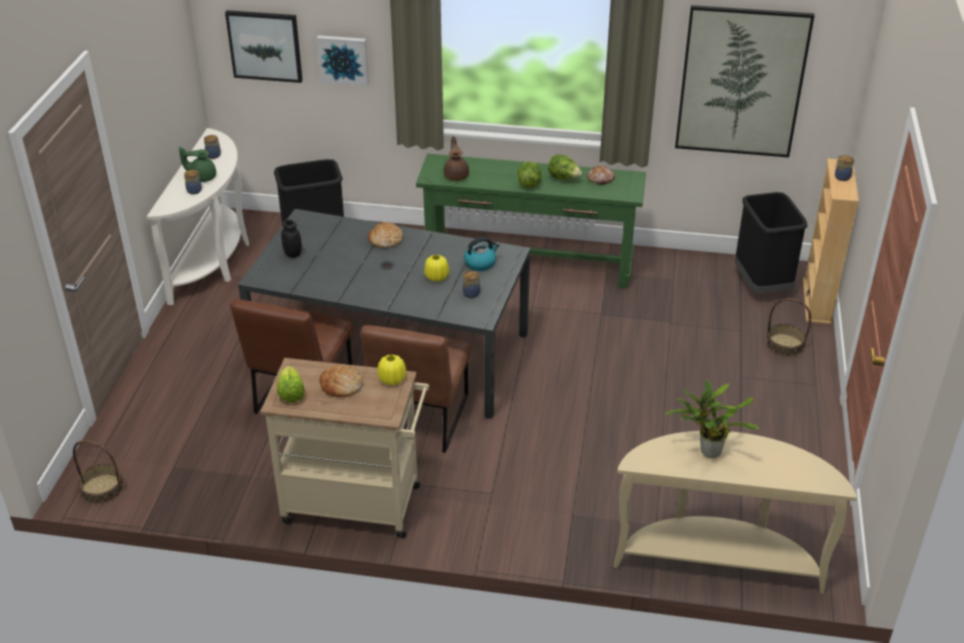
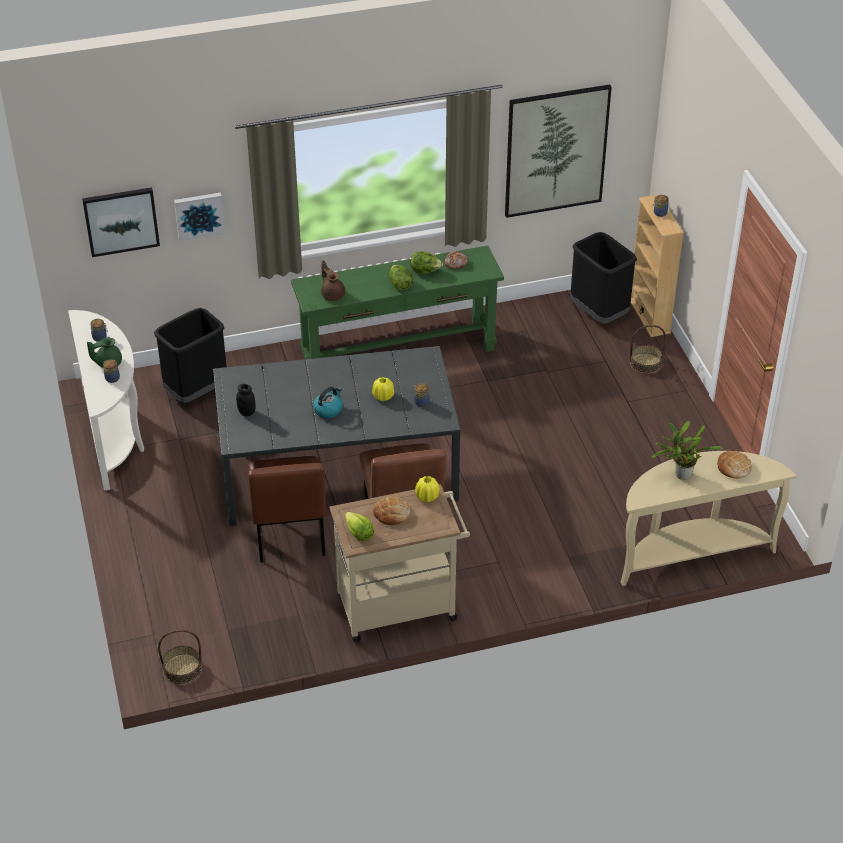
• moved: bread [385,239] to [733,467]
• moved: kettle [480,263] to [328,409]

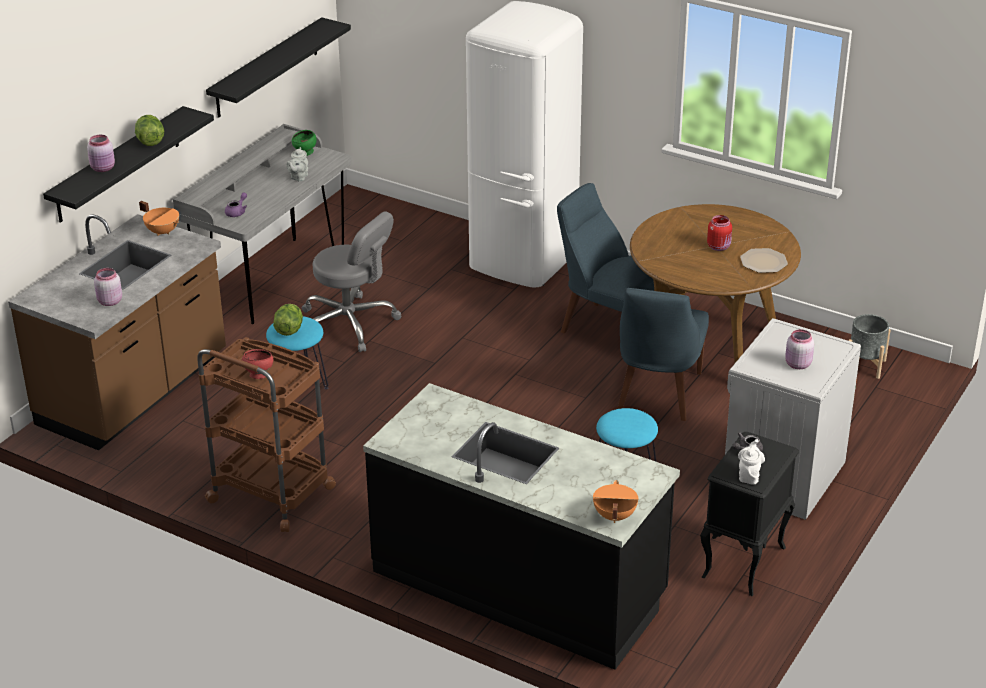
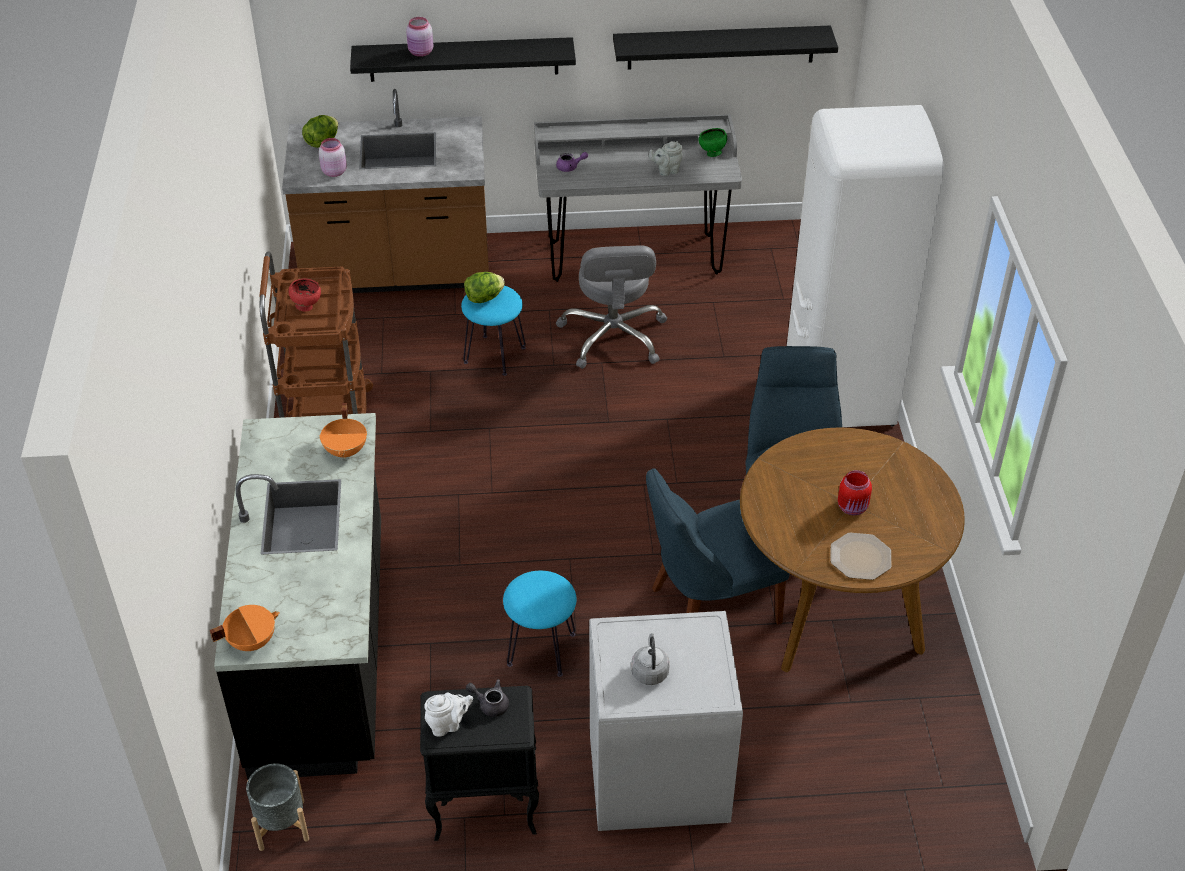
• moved: lettuce [150,142] to [322,142]
• moved: orange cooking pot [163,231] to [346,450]
• moved: grey planter [865,365] to [282,824]
• replaced: pink jar [797,364] to grey kettle [650,671]

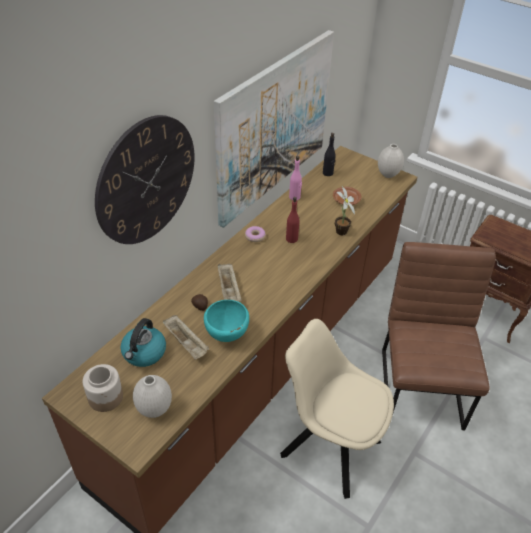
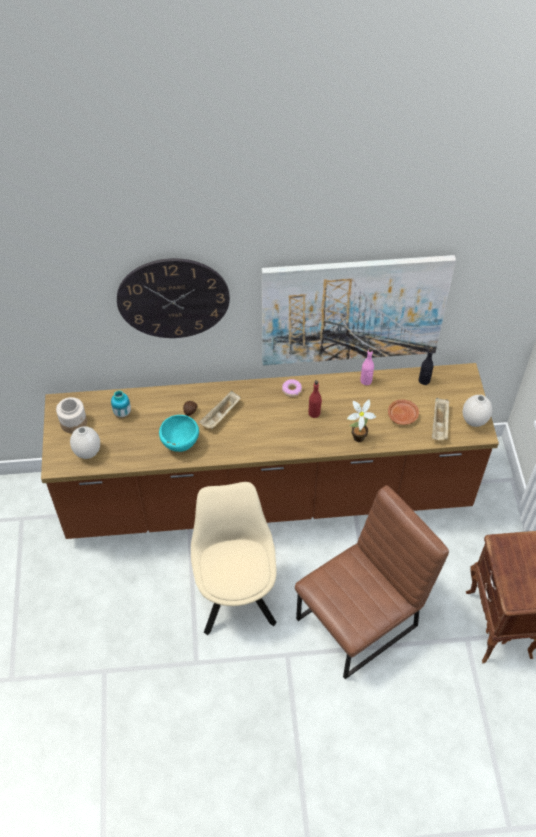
• moved: beige tray [186,343] to [439,425]
• replaced: kettle [144,353] to vase [122,414]

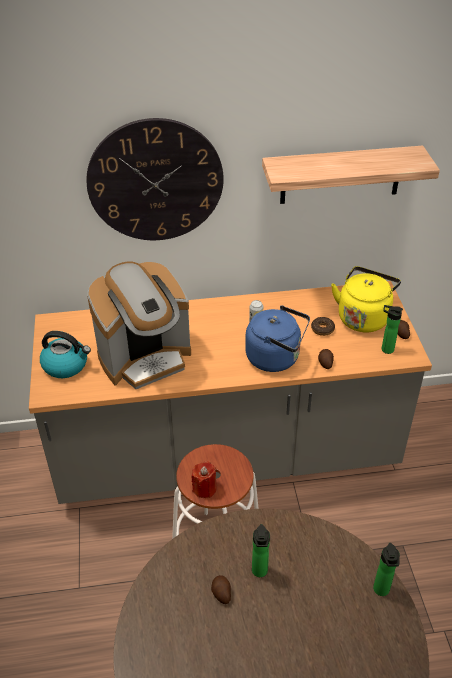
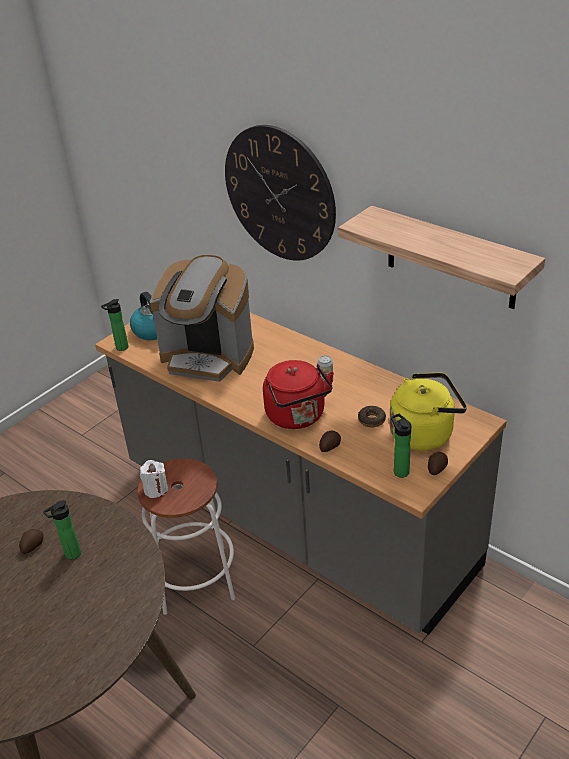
• recoloured: blue kettle [276,358] to red kettle [298,417]
• recoloured: red candle [204,488] to white candle [156,489]
• moved: bottle [381,591] to [120,348]

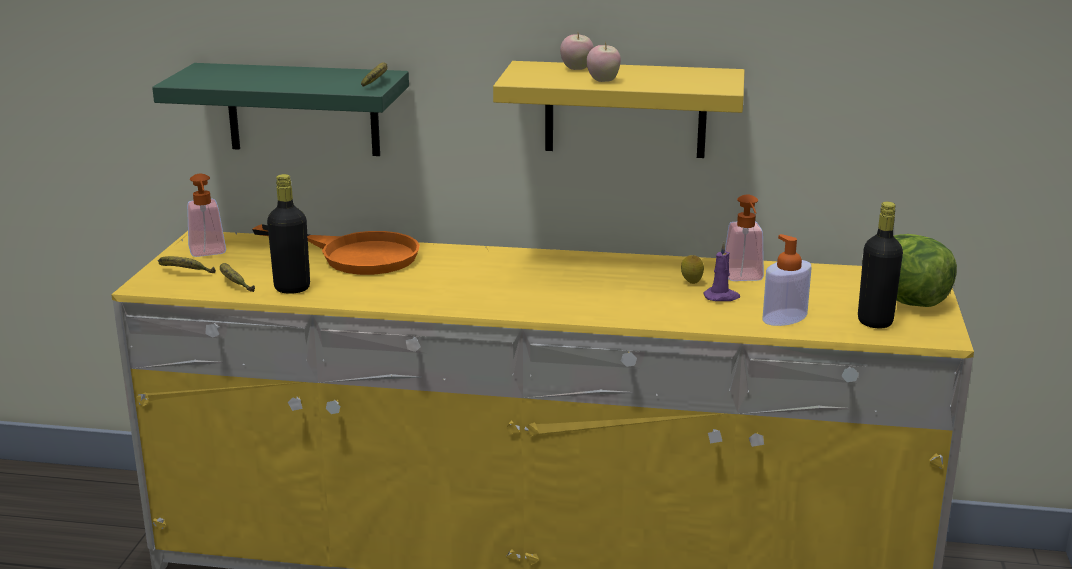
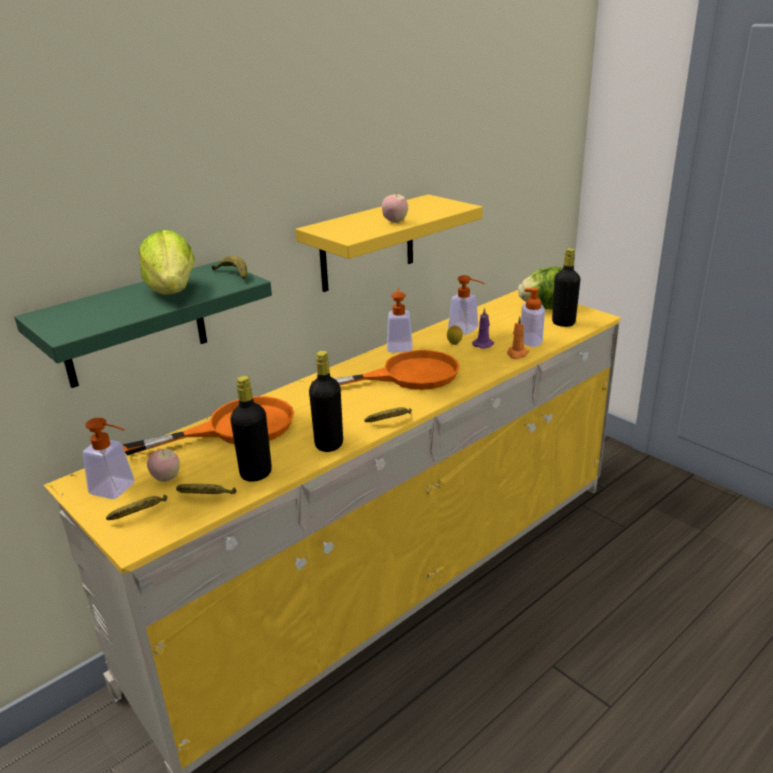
• moved: apple [576,69] to [166,478]
• added: lettuce [172,291]
• added: soap dispenser [399,345]
• added: orange candle [517,354]
• added: orange frying pan [406,375]
• added: black bottle [329,444]
• added: banana [390,421]

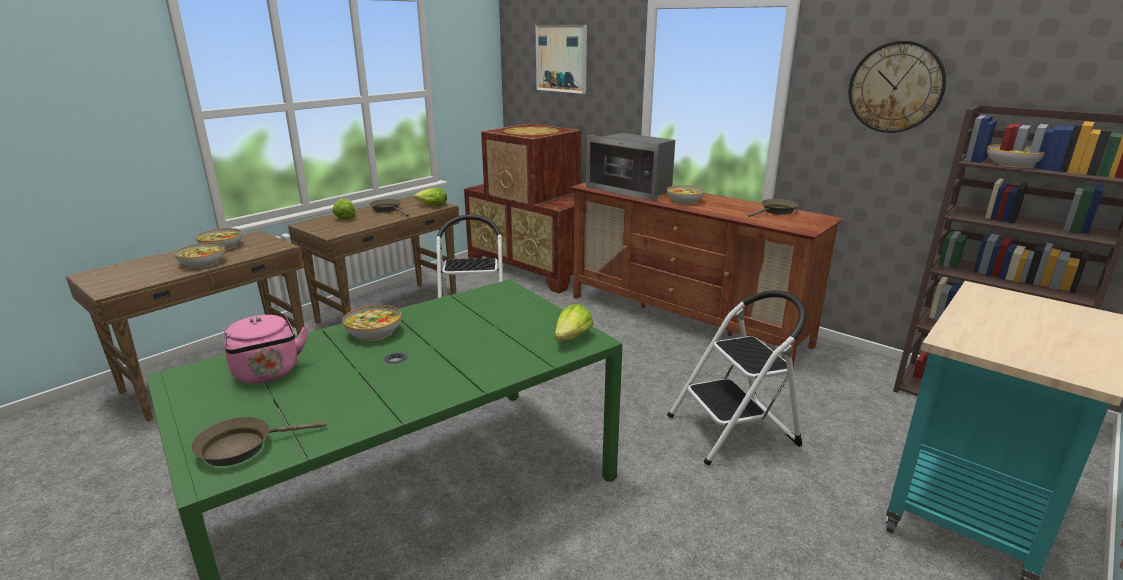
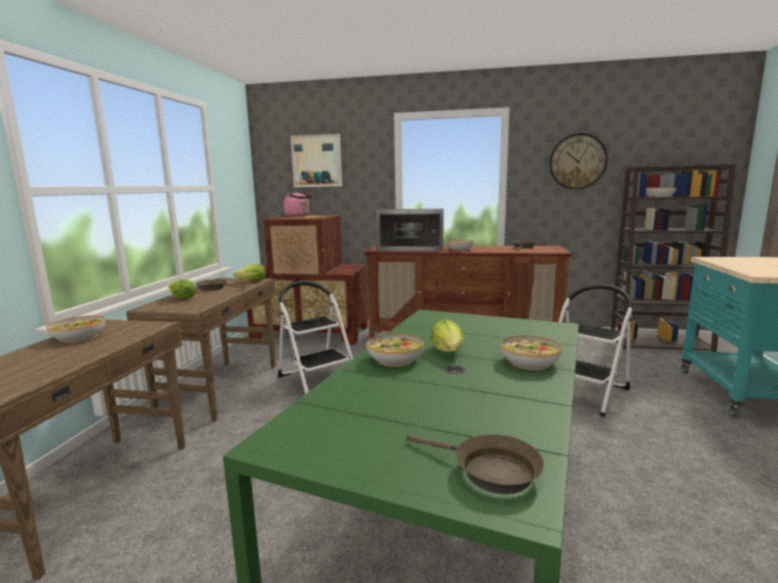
• moved: bowl [202,263] to [530,362]
• moved: lettuce [572,338] to [448,351]
• moved: pink kettle [268,374] to [299,216]
• turned: brown frying pan [242,447] = [489,471] 90 degrees counterclockwise

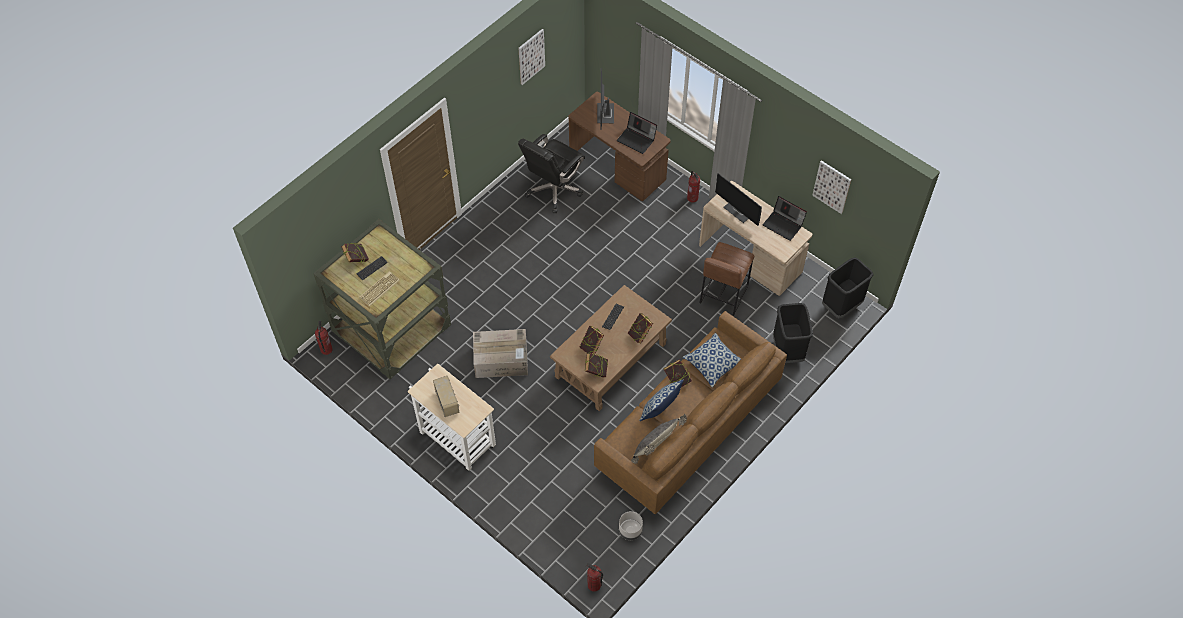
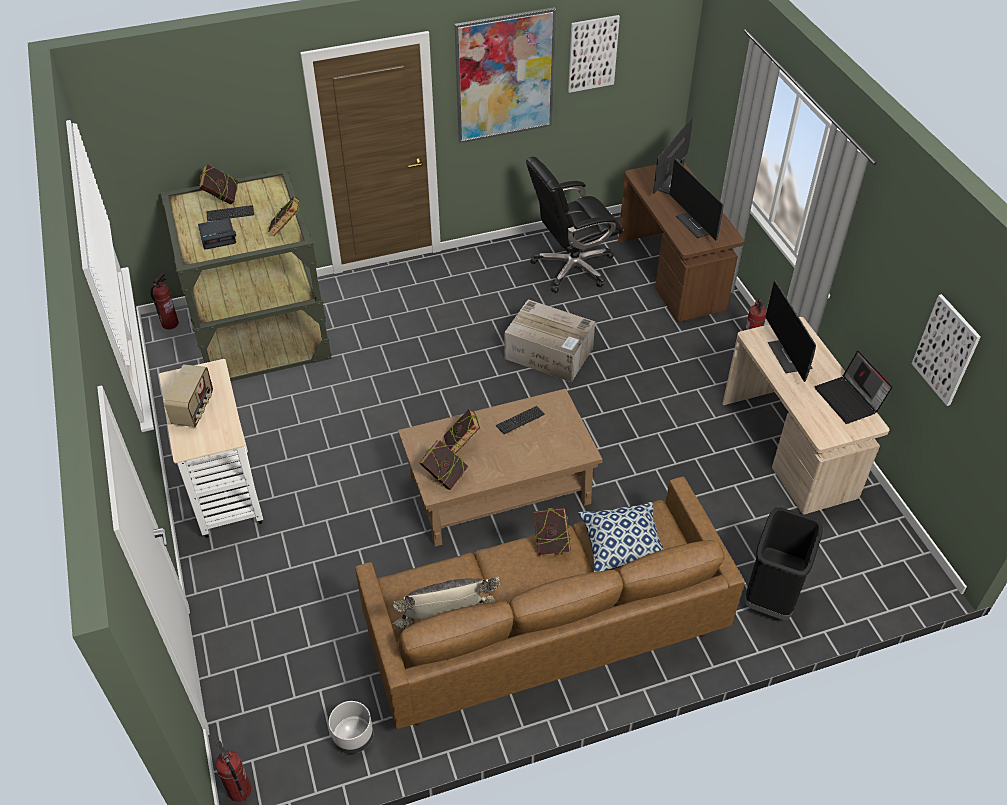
• replaced: laptop [637,139] to monitor [697,225]
• removed: brown chair [723,294]
• removed: black trash can [841,305]
• replaced: keyboard [379,288] to alarm clock [218,237]
• moved: book [639,334] to [286,230]
• moved: cardboard box [502,360] to [550,353]
• removed: pillow [660,410]
• added: picture [505,76]

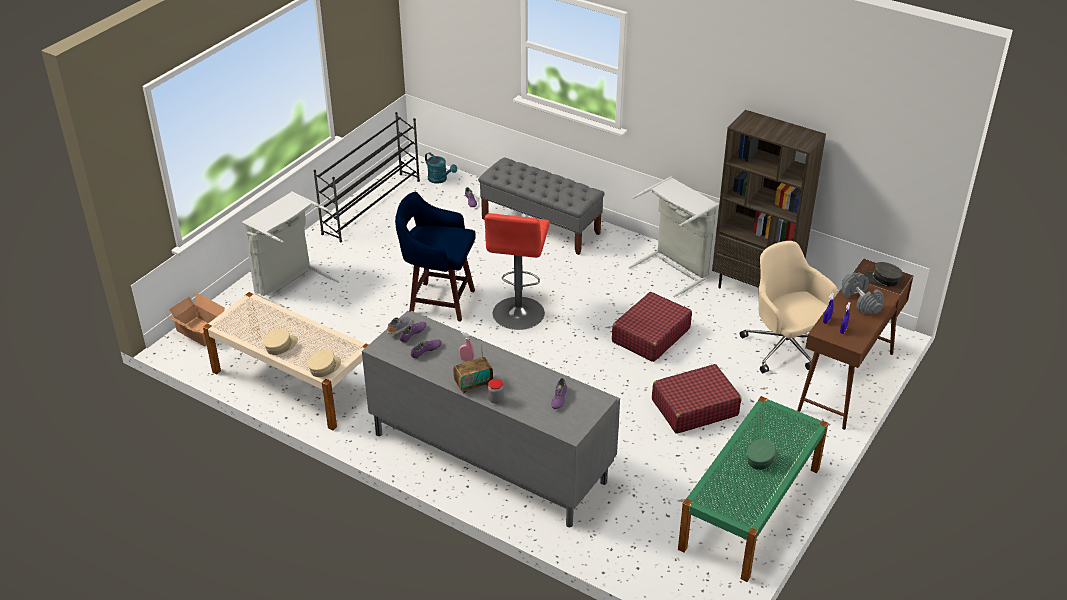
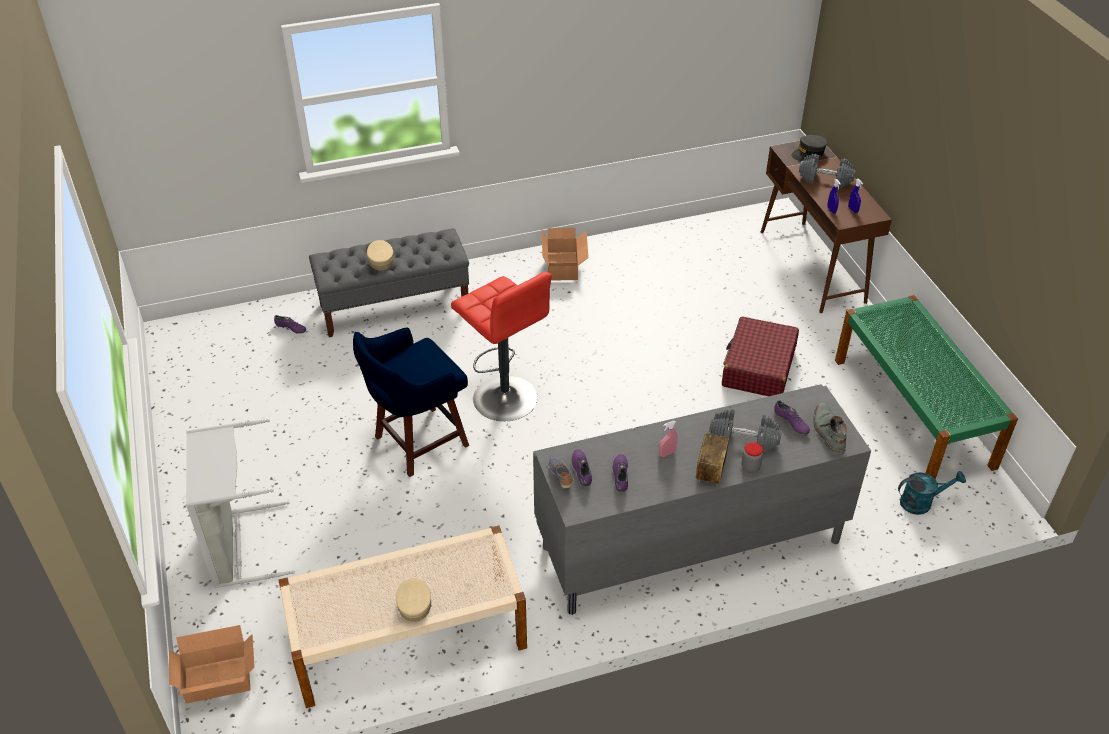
• removed: brown bookcase [755,290]
• removed: black shoe rack [372,206]
• moved: turquoise watering can [440,179] to [921,502]
• replaced: grey laundry basket [675,269] to cardboard box [564,265]
• removed: beige office chair [785,349]
• removed: red suitcase [650,335]
• moved: beige cap [324,367] to [380,260]
• removed: green cap [761,458]
• added: grey boot [828,432]
• added: grey dumbbell [744,440]

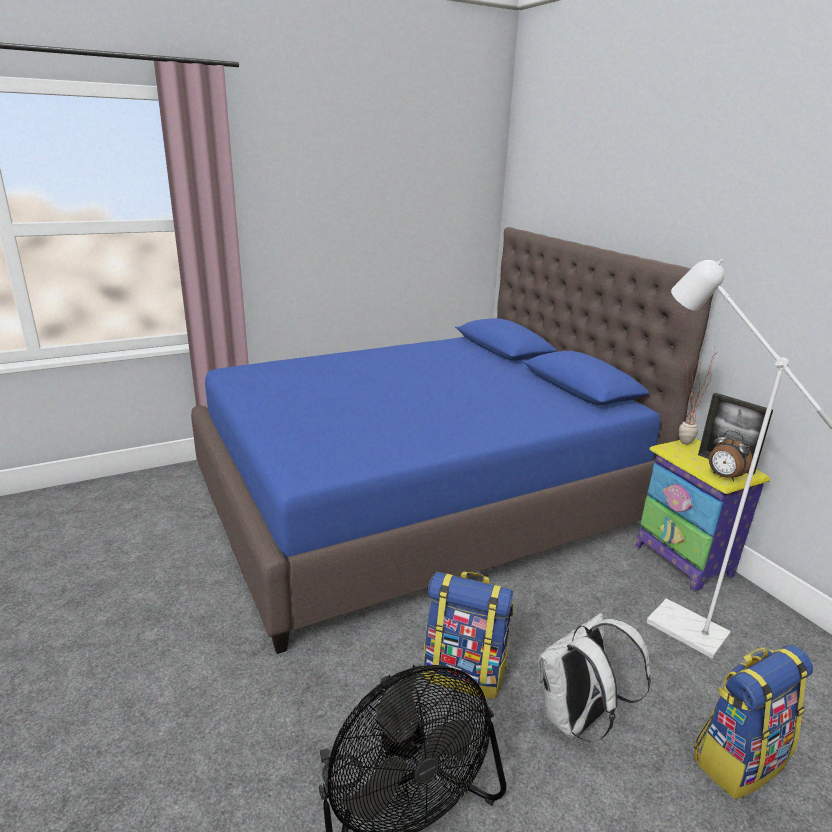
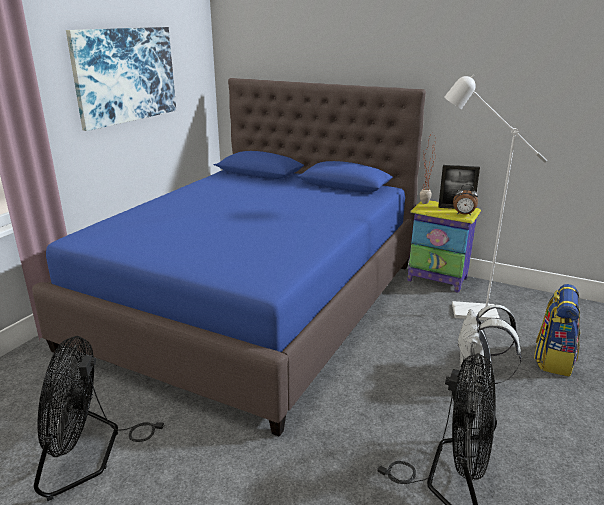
• removed: backpack [465,672]
• added: picture [125,75]
• added: black fan [94,448]

